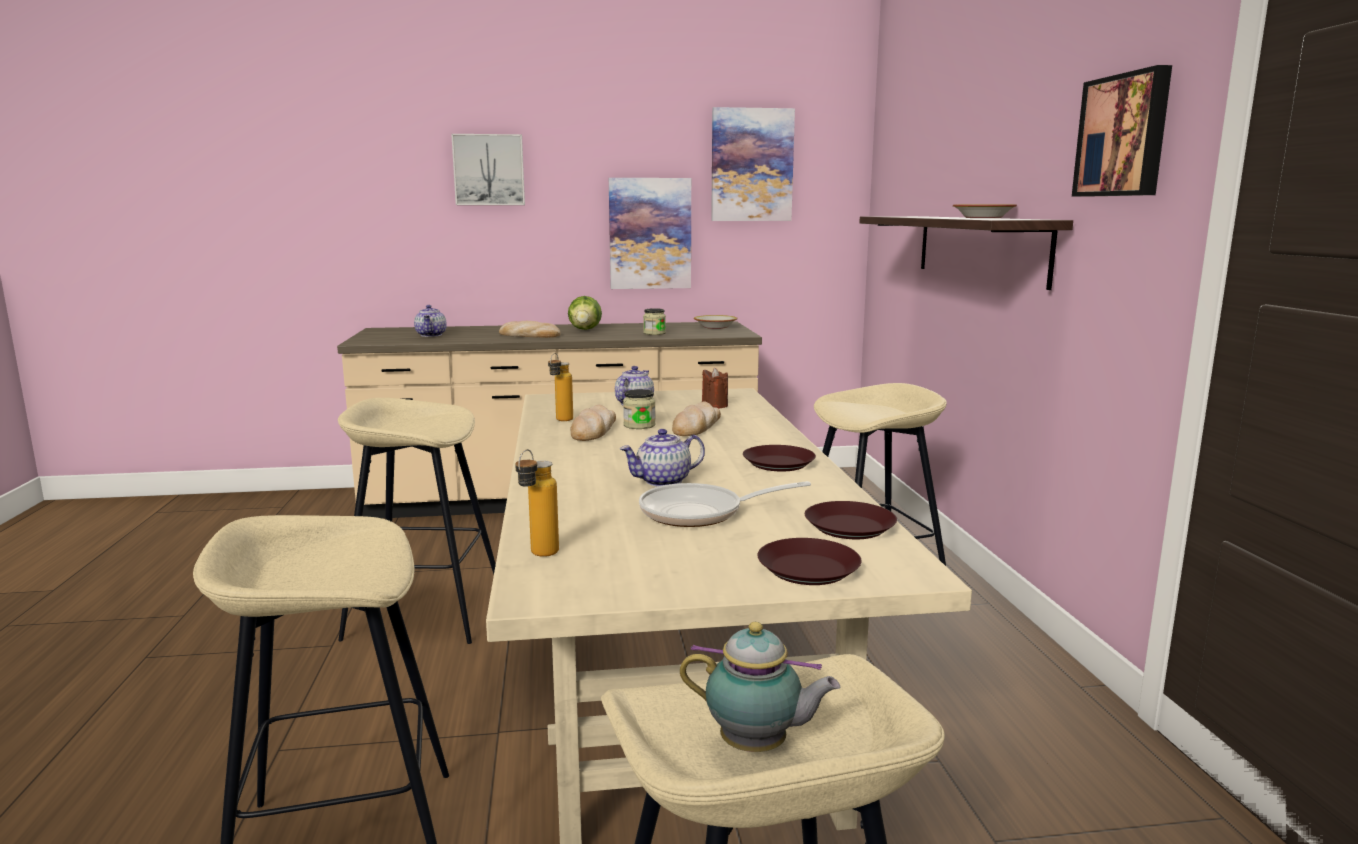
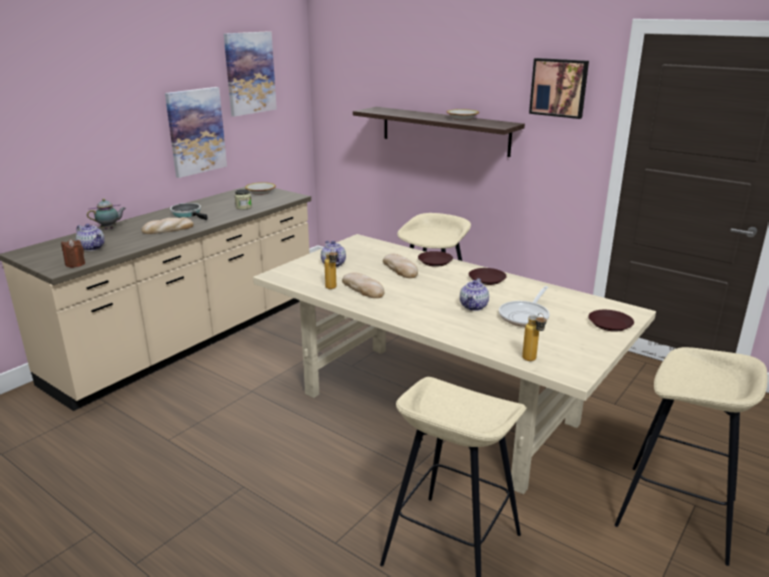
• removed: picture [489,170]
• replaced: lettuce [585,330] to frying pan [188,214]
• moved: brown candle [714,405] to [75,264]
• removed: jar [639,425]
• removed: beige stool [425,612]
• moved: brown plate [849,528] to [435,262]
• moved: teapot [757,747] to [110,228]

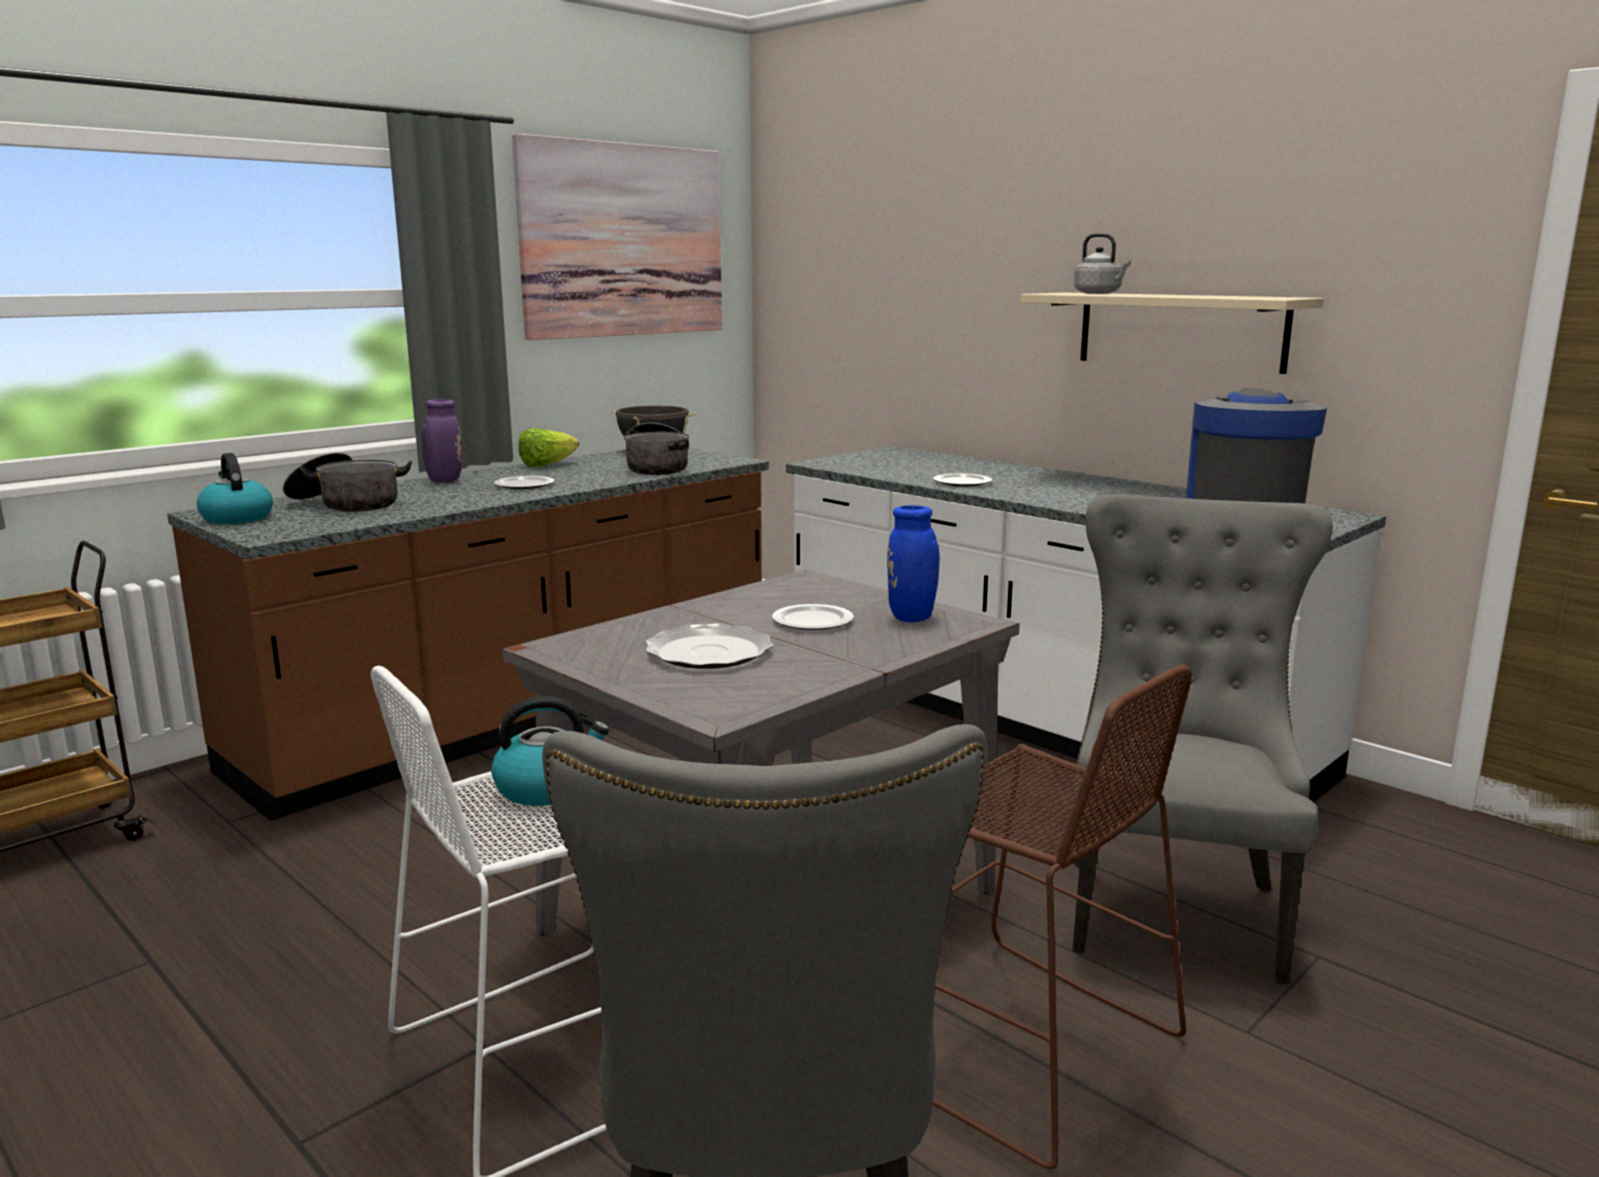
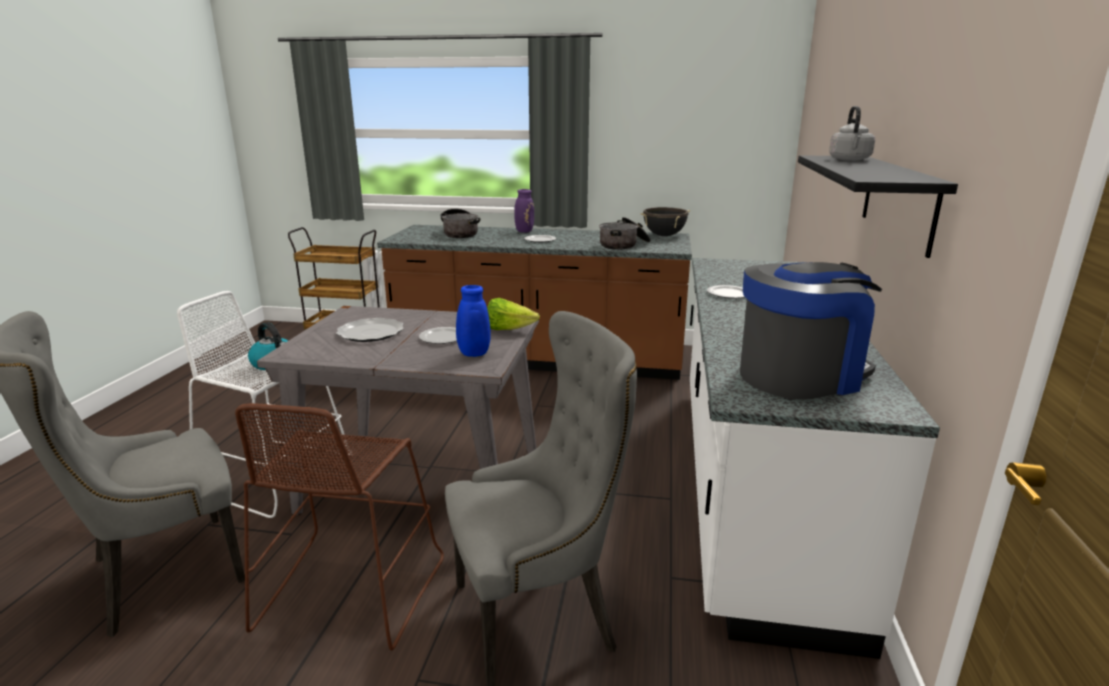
• removed: picture [623,241]
• recoloured: beige shelf [1180,331] to black shelf [898,201]
• moved: lettuce [547,465] to [509,330]
• removed: kettle [236,518]

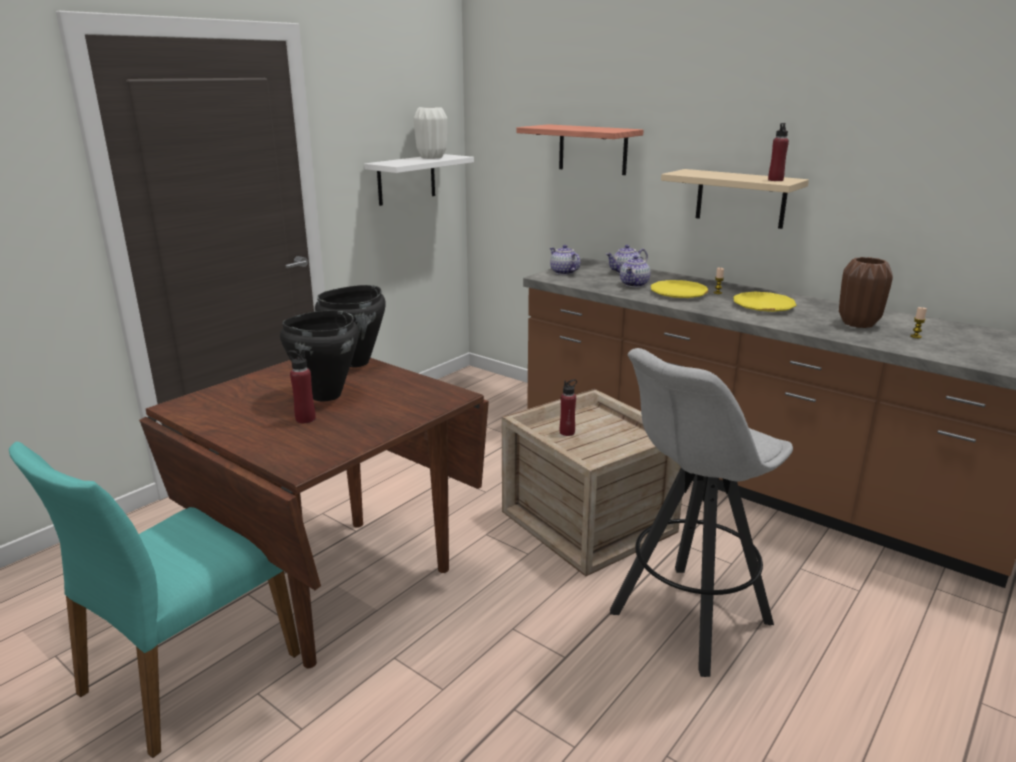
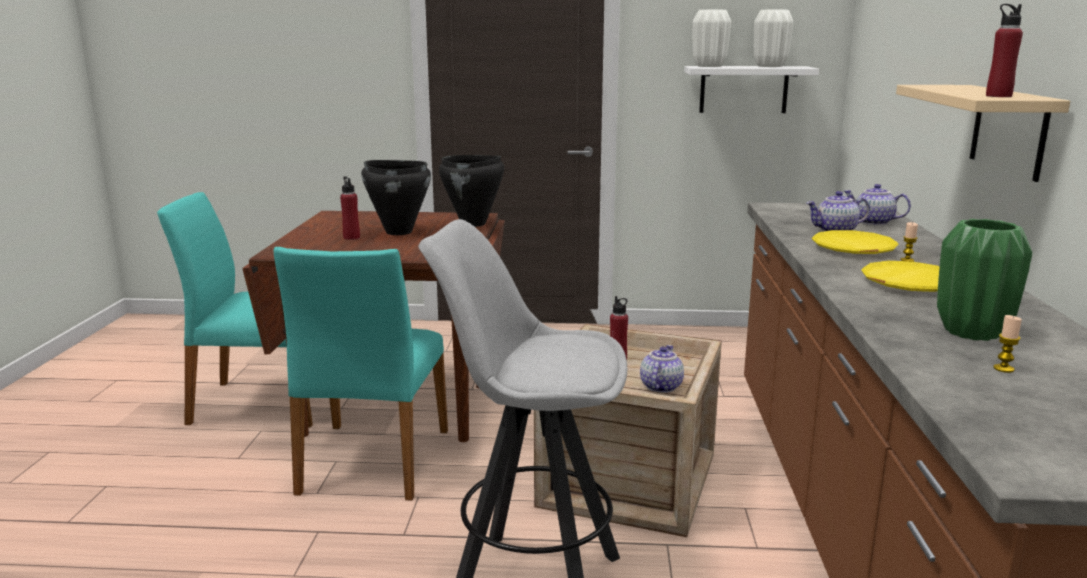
• removed: shelf [592,149]
• moved: teapot [563,272] to [660,386]
• recoloured: brown vase [857,323] to green vase [971,332]
• added: white vase [708,66]
• added: turquoise chair [372,461]

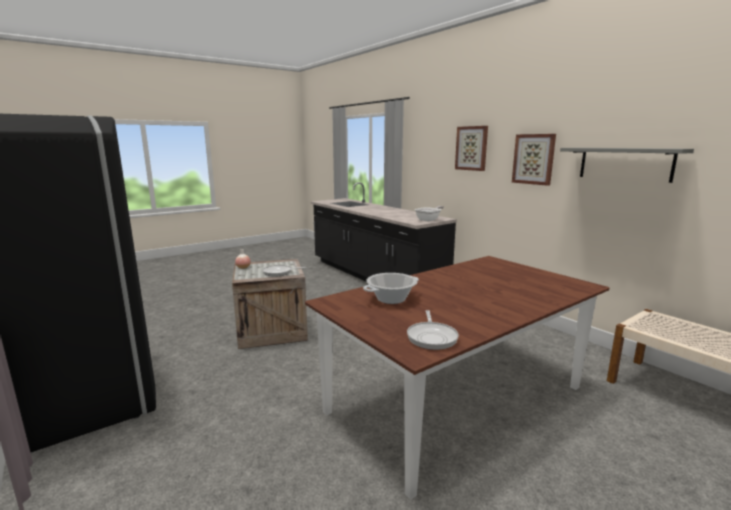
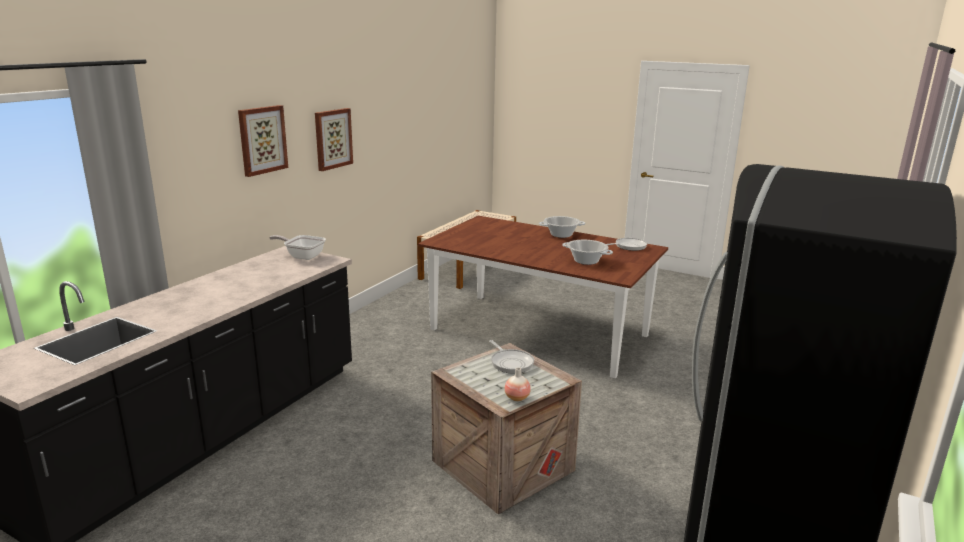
• removed: grey shelf [625,163]
• added: cooking pot [561,235]

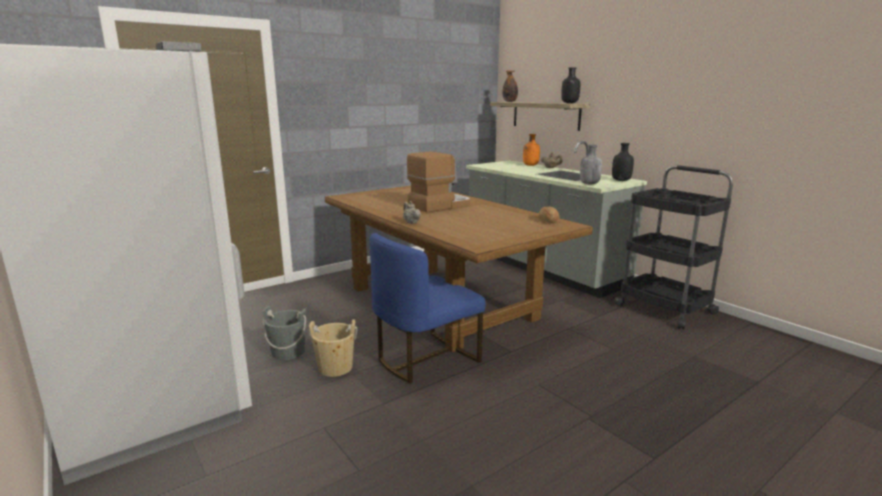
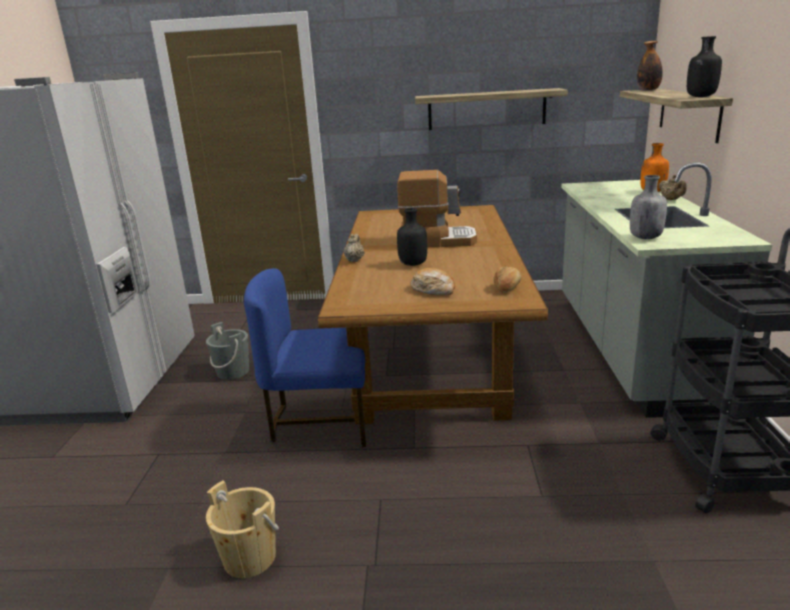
• moved: black bottle [621,180] to [413,264]
• moved: beige bucket [335,368] to [249,558]
• added: shelf [486,109]
• added: bread [433,290]

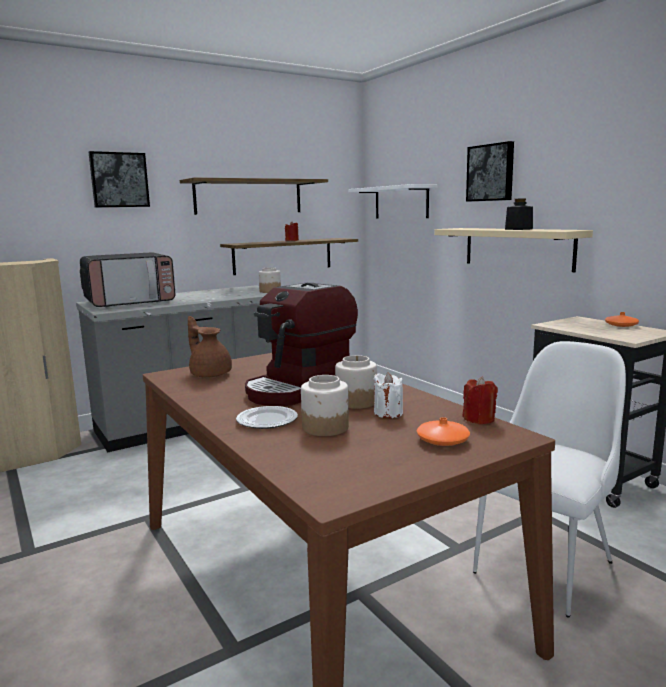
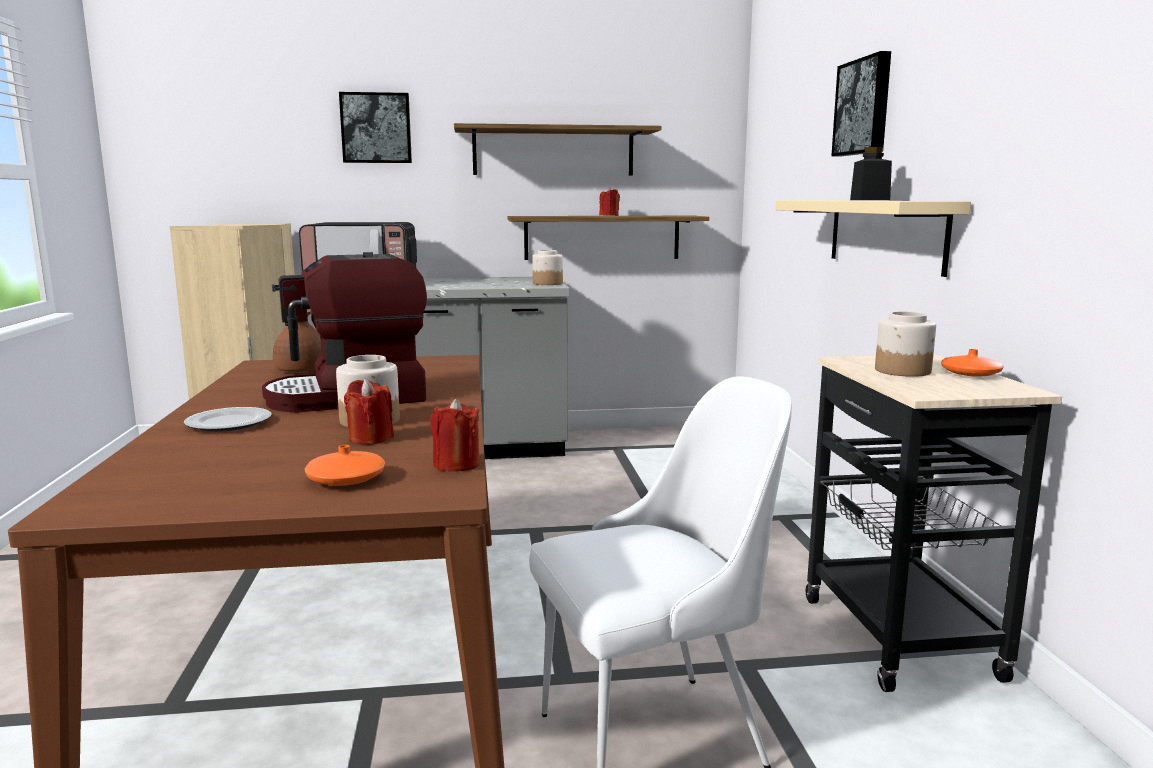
• removed: white shelf [401,202]
• recoloured: white candle [388,413] to red candle [370,438]
• moved: jar [326,427] to [903,371]

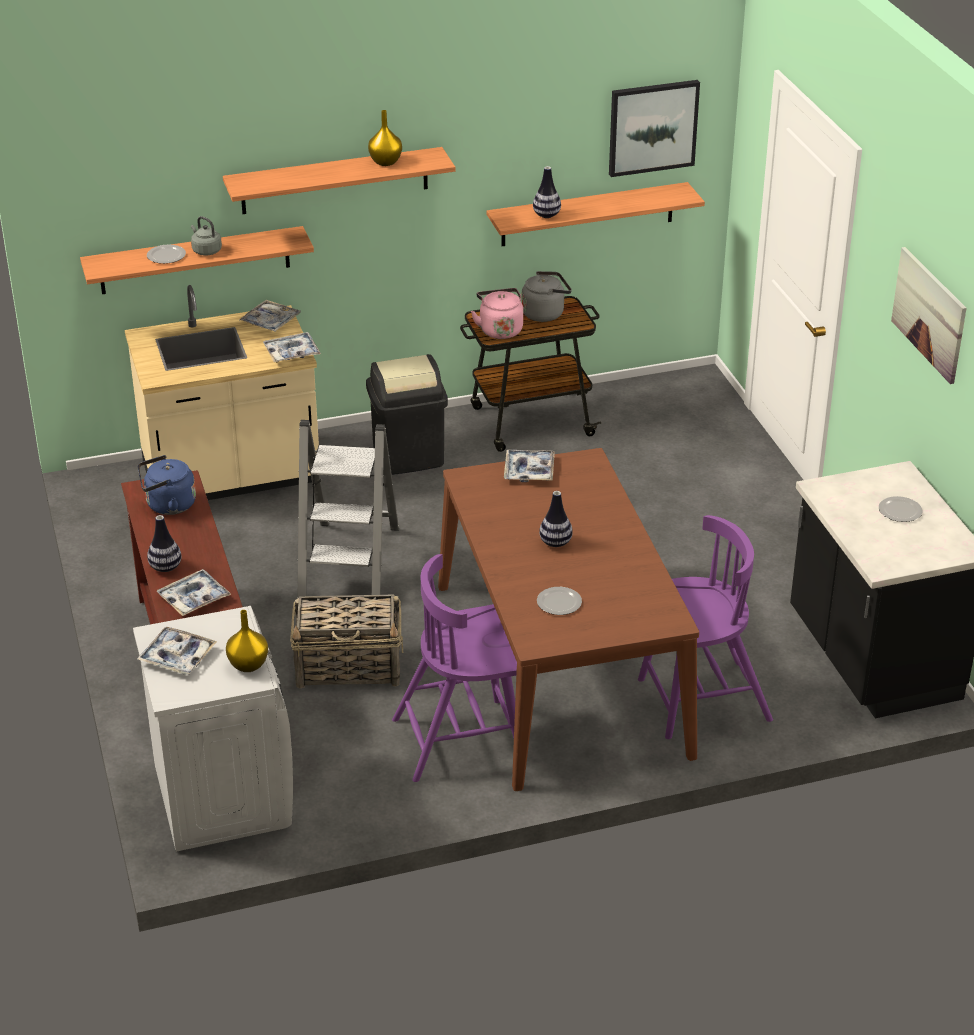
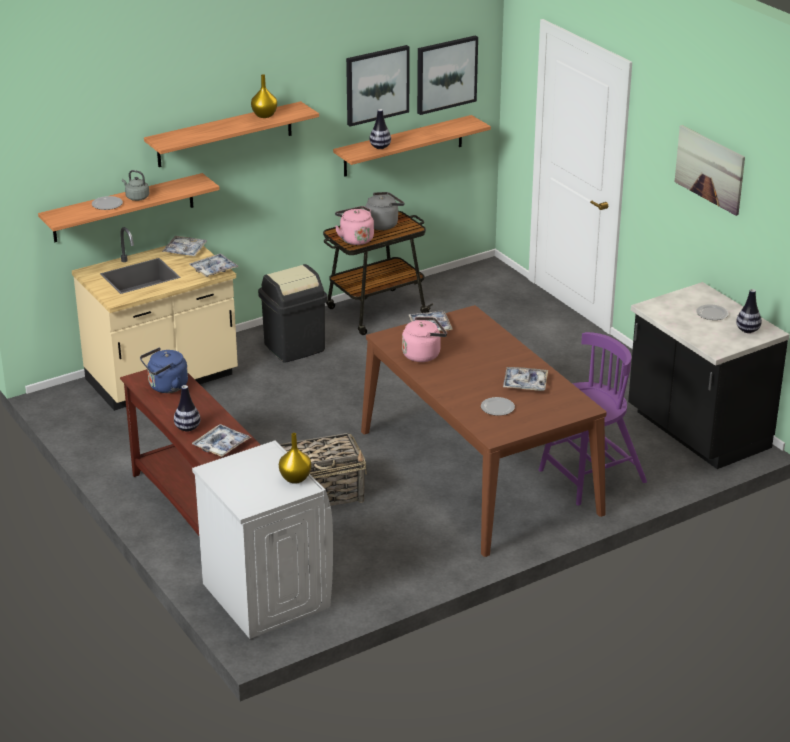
• removed: grey step ladder [350,563]
• moved: vase [555,543] to [747,330]
• removed: purple chair [461,739]
• moved: tray [177,657] to [525,383]
• added: picture [376,84]
• added: pink kettle [423,354]

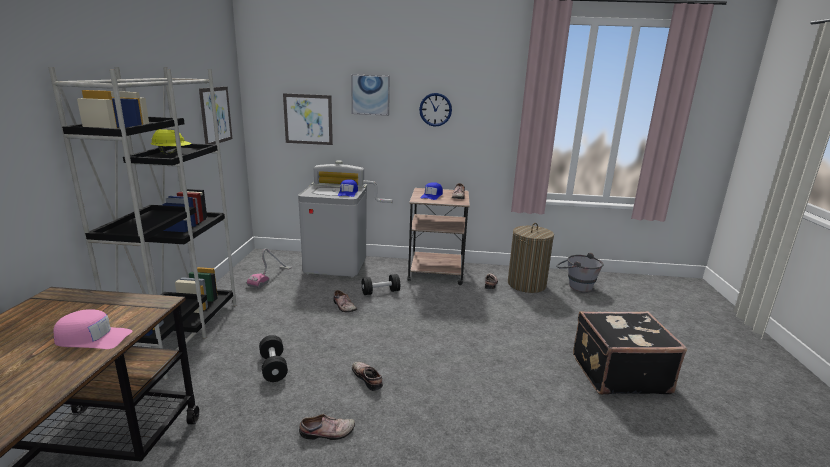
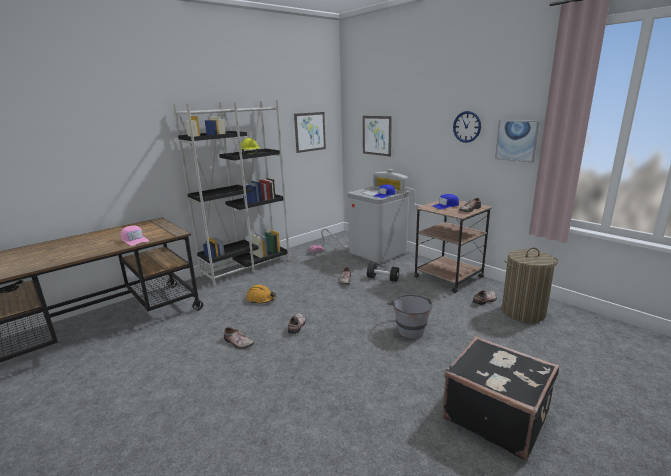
• moved: picture [370,95] to [516,140]
• moved: grey bucket [575,285] to [409,328]
• replaced: black dumbbell [273,367] to orange hard hat [261,299]

